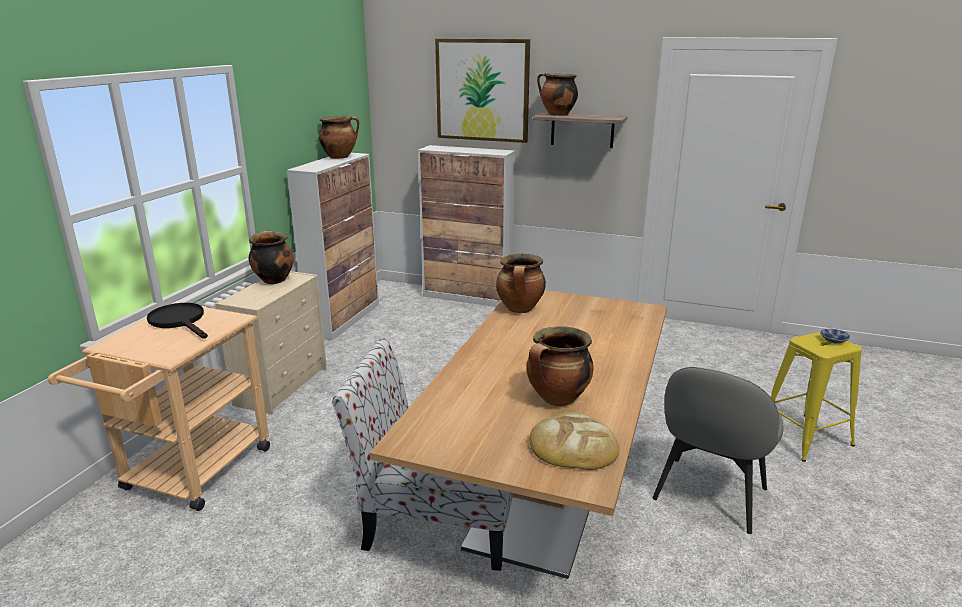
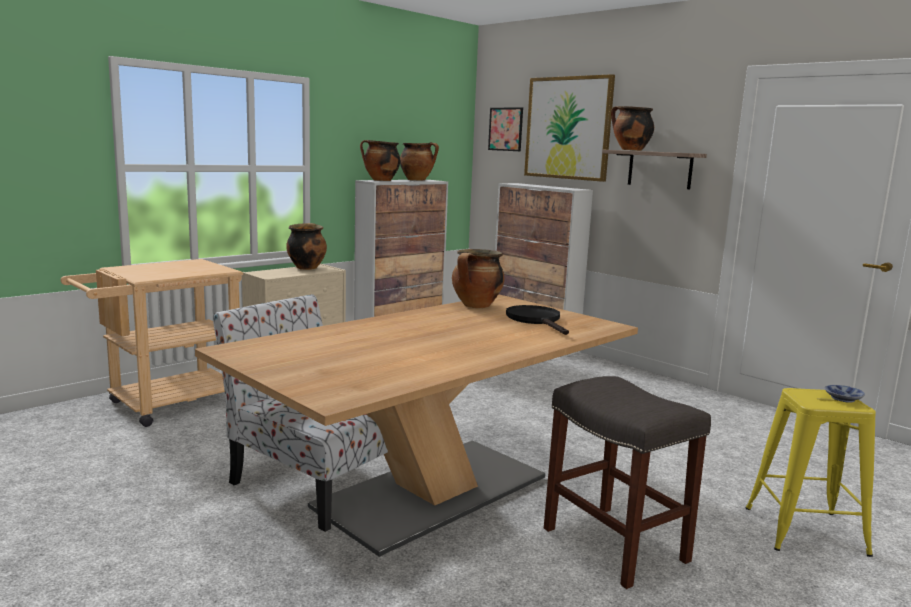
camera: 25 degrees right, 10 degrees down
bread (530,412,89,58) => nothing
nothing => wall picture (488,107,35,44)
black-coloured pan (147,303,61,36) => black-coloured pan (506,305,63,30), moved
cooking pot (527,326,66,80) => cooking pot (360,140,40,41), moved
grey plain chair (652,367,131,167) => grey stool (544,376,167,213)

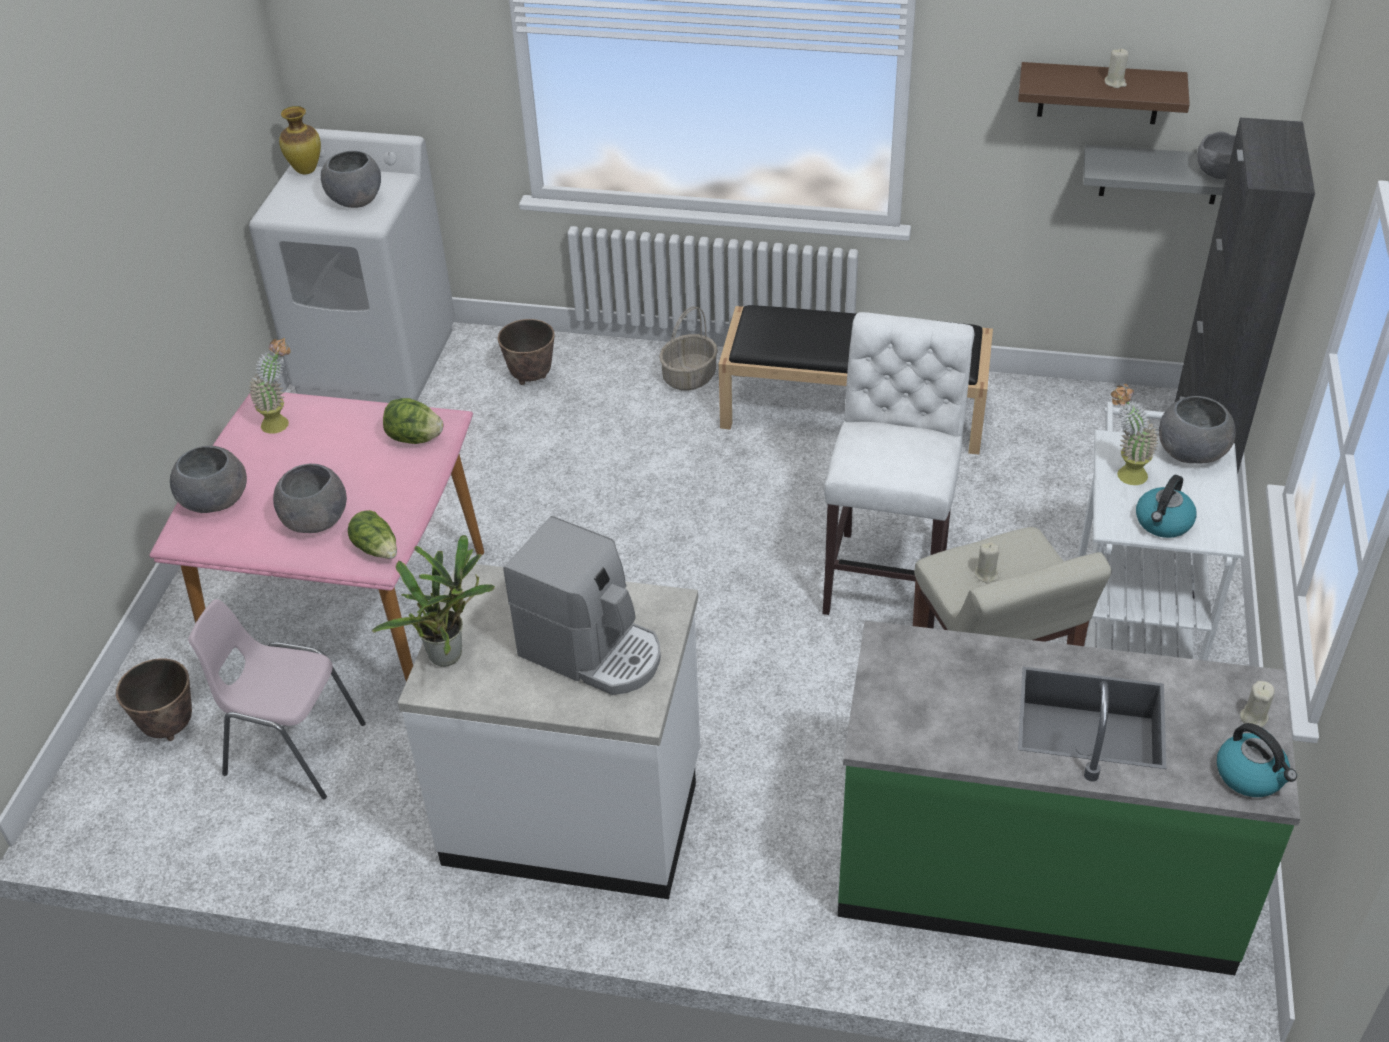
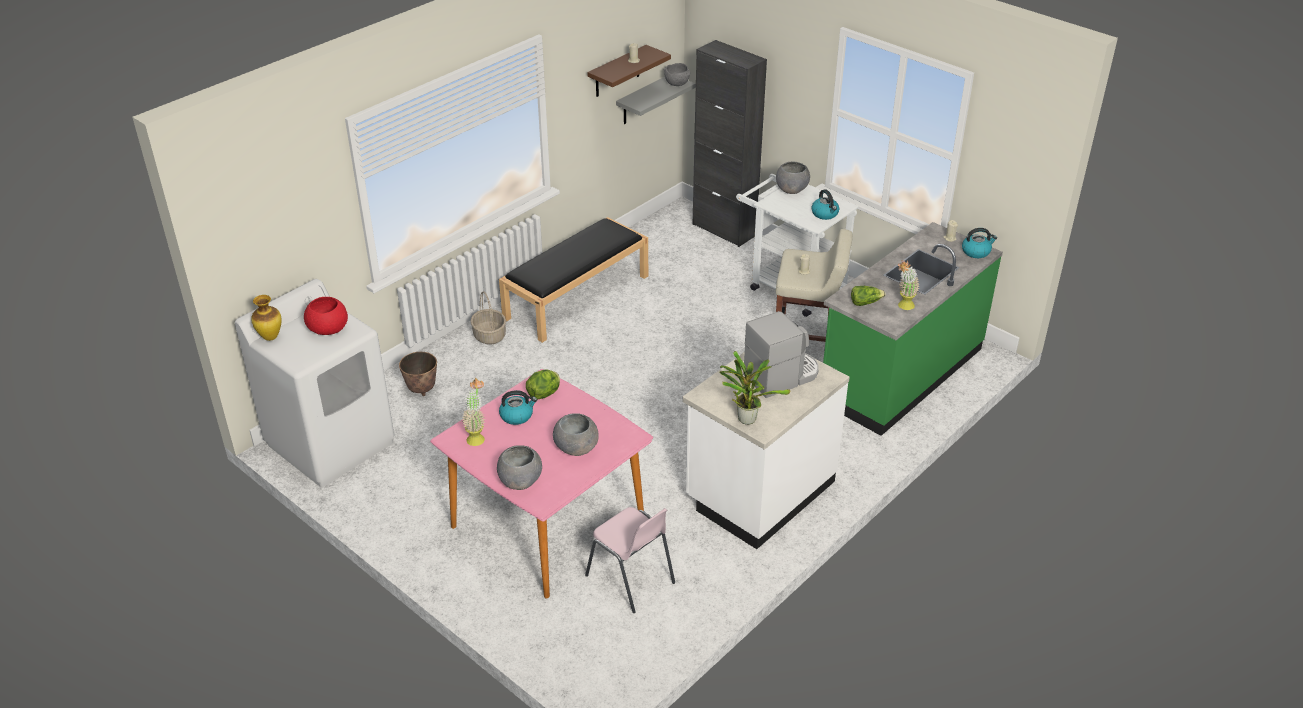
camera: 60 degrees left, 5 degrees down
flower pot (116,658,76,83) => nothing
whitish stool (822,312,152,316) => nothing
nothing => tea kettle (499,390,38,35)
head of lettuce (348,510,49,49) => head of lettuce (851,286,35,20), moved
potted plant (1111,384,47,101) => potted plant (898,260,22,50), moved
grey serving bowl (321,151,60,57) => red-coloured serving bowl (304,297,44,38)
pink-coloured plain chair (188,599,178,200) => pink-coloured plain chair (585,507,90,106), 90 degrees counterclockwise

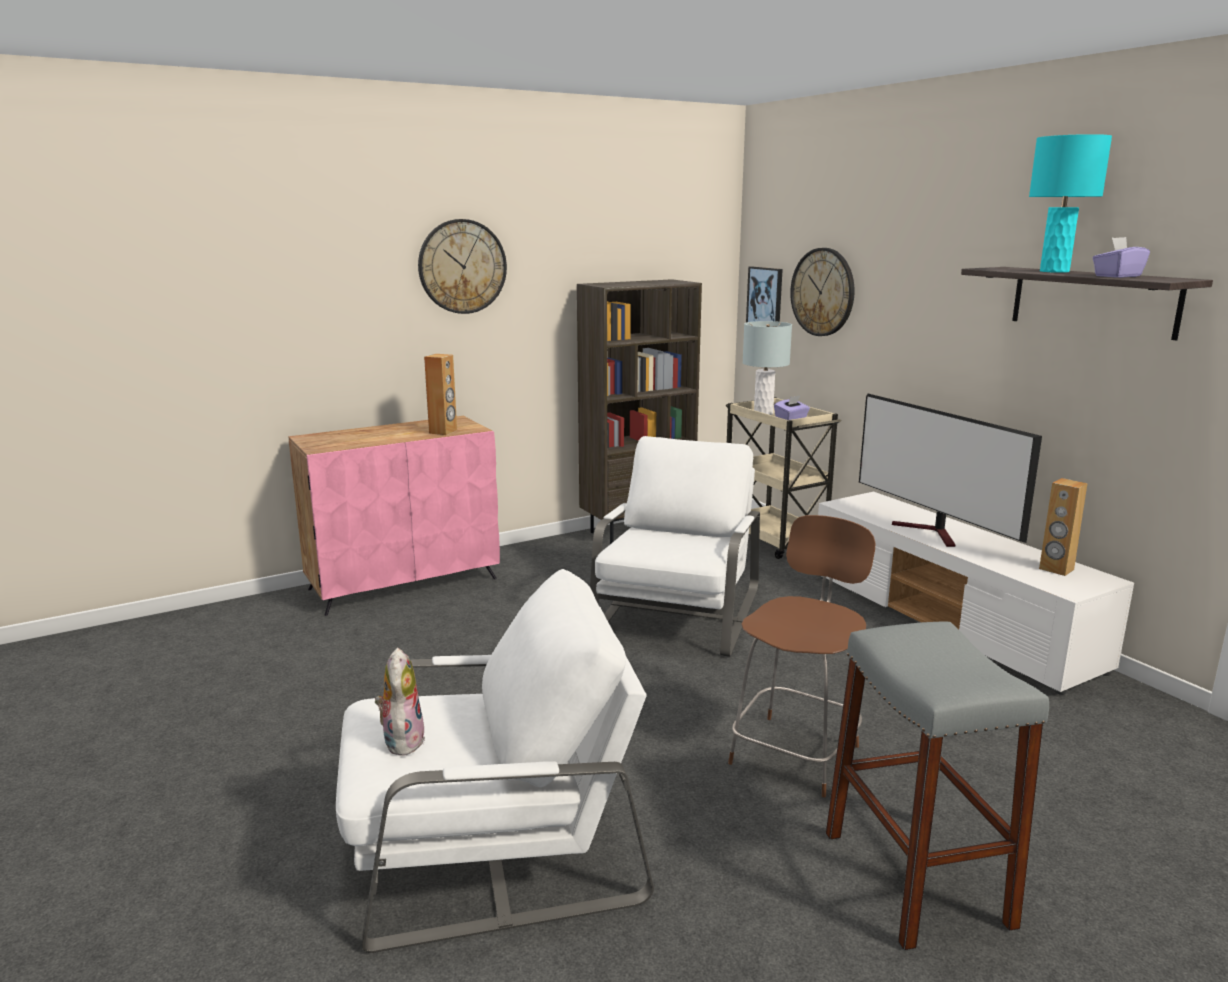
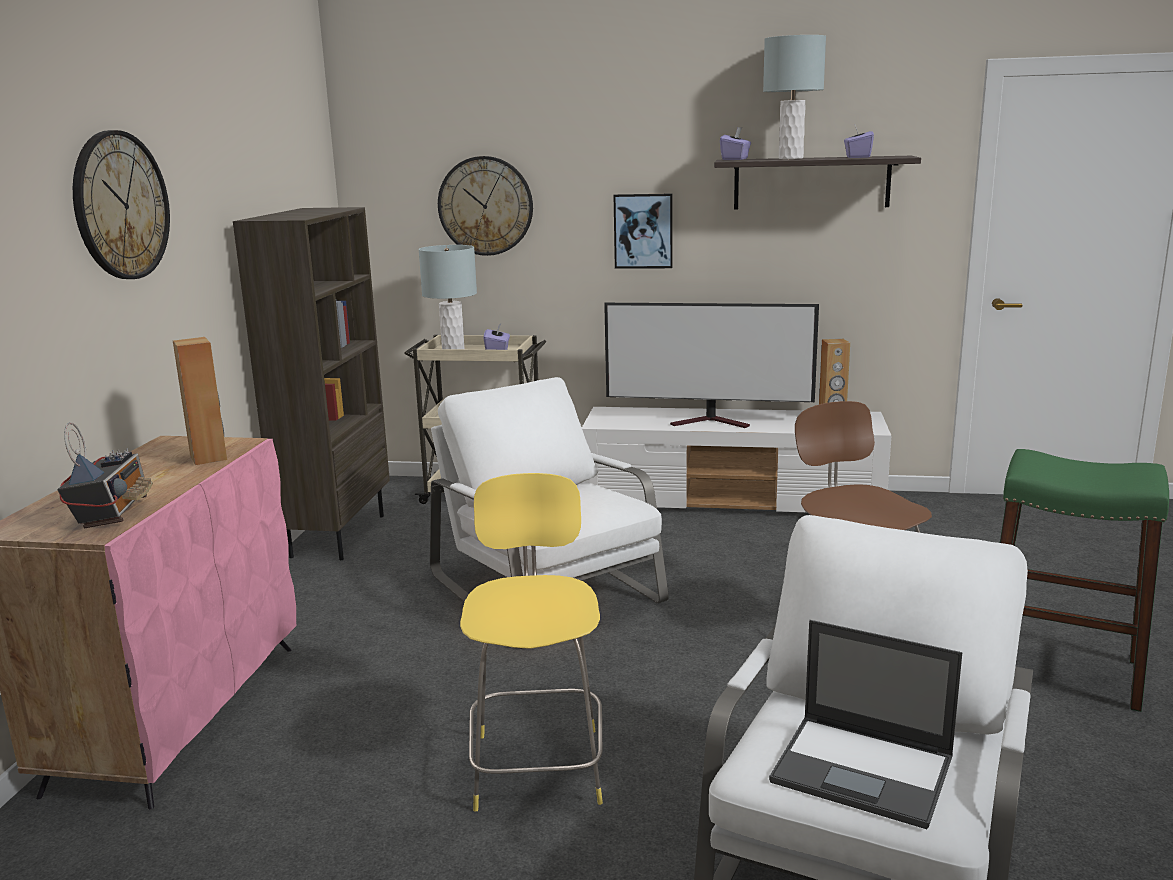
camera: 50 degrees left, 0 degrees up
nothing => radio receiver (58,422,95,106)
nothing => yellowish stool (460,473,143,339)
nothing => purple-coloured tissue box (720,127,31,33)
wall picture (746,267,37,55) => wall picture (614,193,59,76), moved
cuddly toy (375,648,50,108) => laptop (769,620,193,209)
grey stool (826,621,223,330) => green-coloured stool (1000,449,169,263)
blue-green tabletop lamp (1029,134,83,139) => grey tabletop lamp (763,35,63,124)

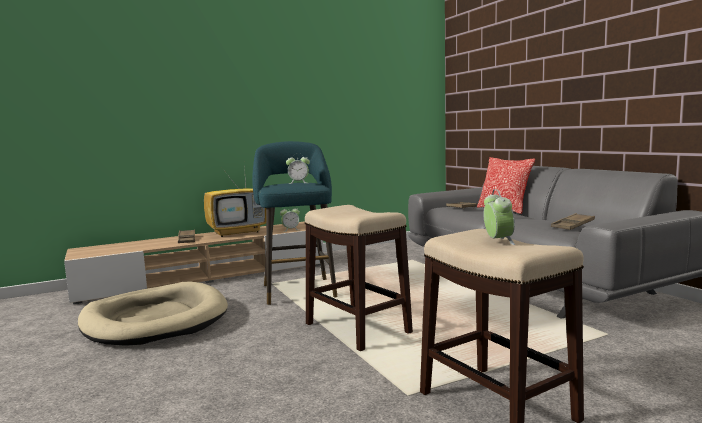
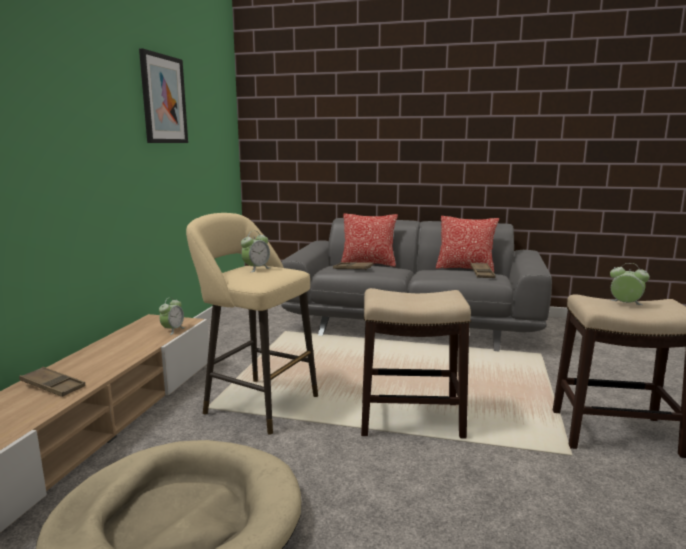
camera: 50 degrees left, 5 degrees up
TV set (204,166,62,71) => nothing
nothing => wall picture (139,48,49,95)
nothing => throw pillow (436,216,63,56)
blue-green stool (252,141,85,164) => beige-coloured stool (186,213,132,222)

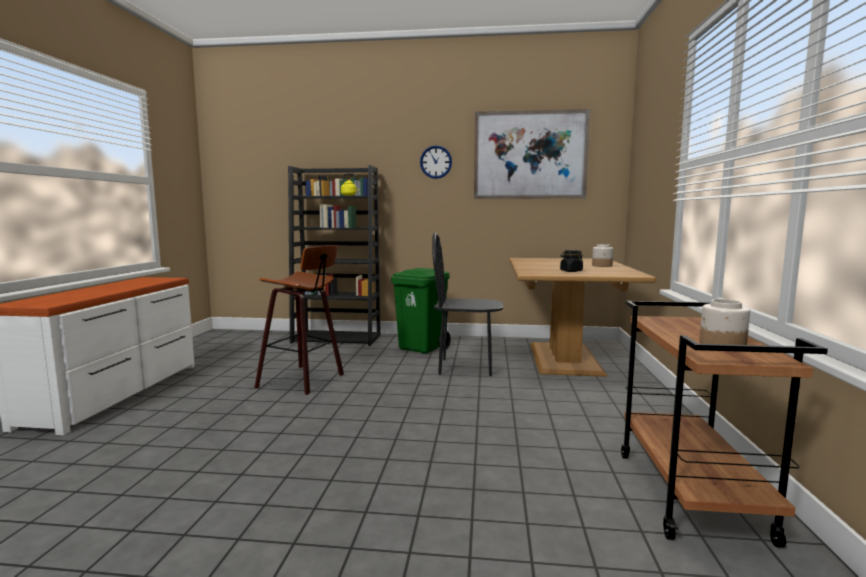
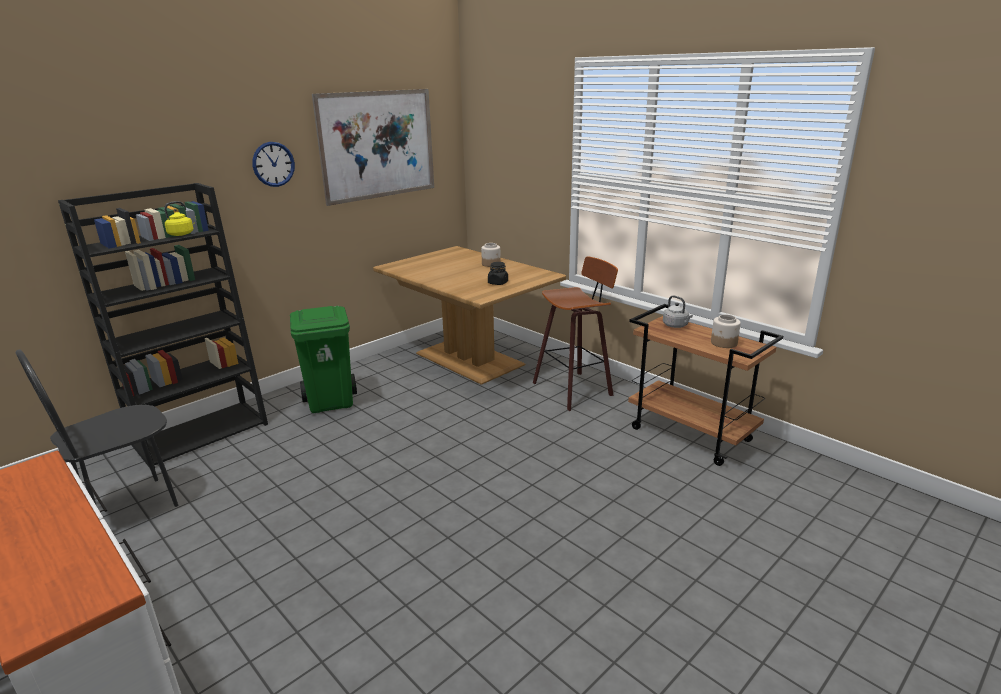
camera: 50 degrees left, 15 degrees up
nothing => grey tea kettle (663,295,30,33)
stool (255,245,89,150) => stool (533,256,85,155), moved
black-coloured plain chair (432,232,71,144) => black-coloured plain chair (15,350,163,157), moved

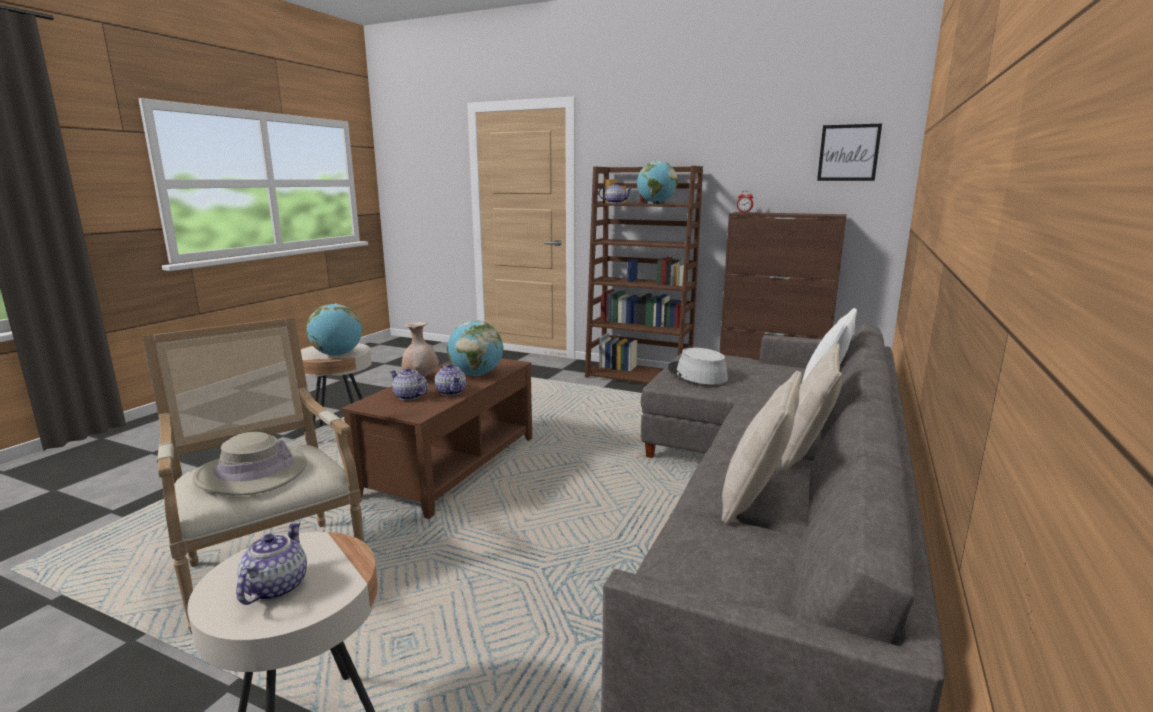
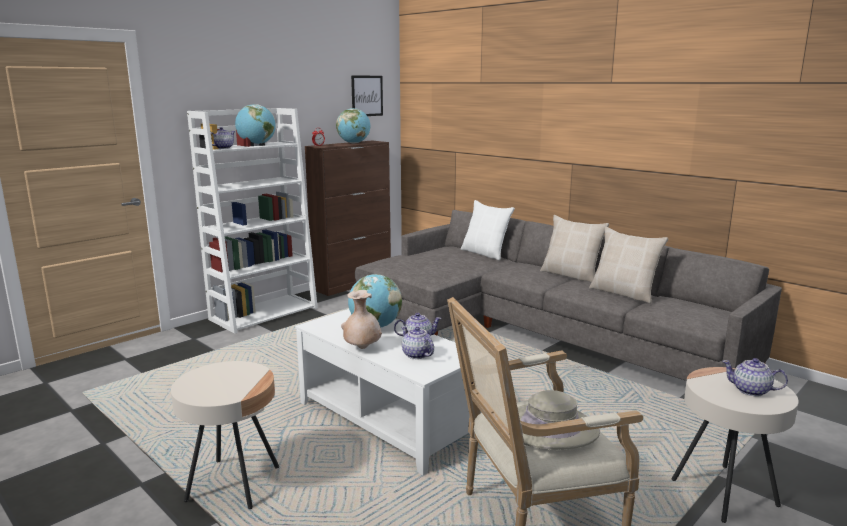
camera: 70 degrees left, 0 degrees up
grey hat (668,348,60,36) => nothing
globe (306,304,56,52) => globe (336,108,34,36), moved
brownish low table (342,358,190,161) => whitish low table (295,309,187,166)
brownish bookshelf (585,166,118,218) => whitish bookshelf (187,108,131,226)
teapot (390,367,39,33) => teapot (401,326,33,33), 90 degrees clockwise

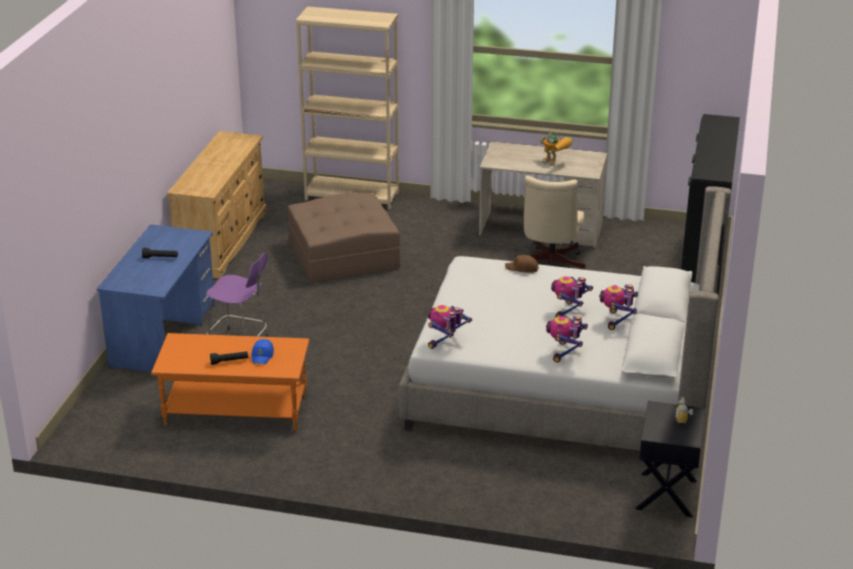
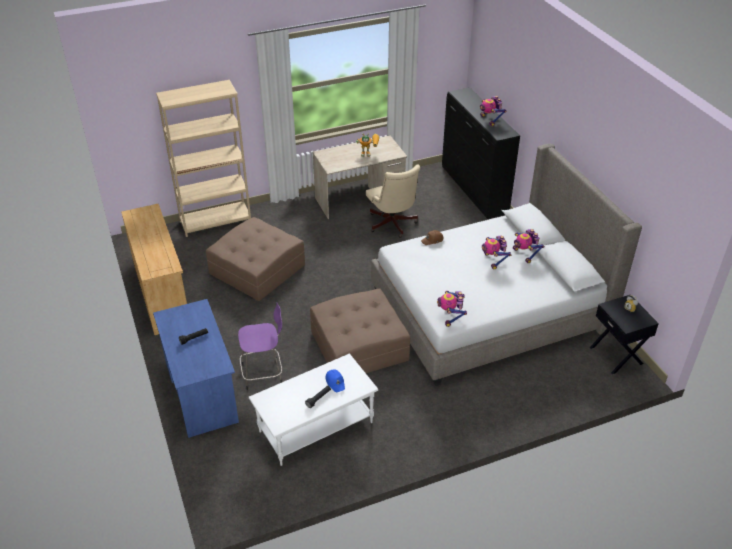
camera: 35 degrees left, 10 degrees up
nothing => brownish ottoman (310,289,100,84)
robot figure (546,316,42,46) => robot figure (480,96,26,30), moved
orangey low table (151,333,158,98) => whitish low table (249,353,129,113)

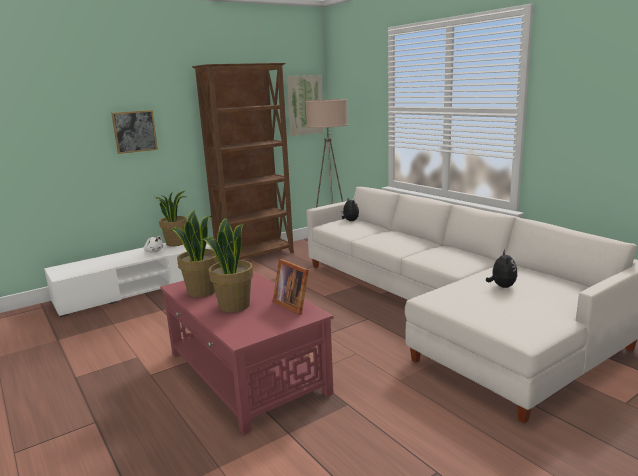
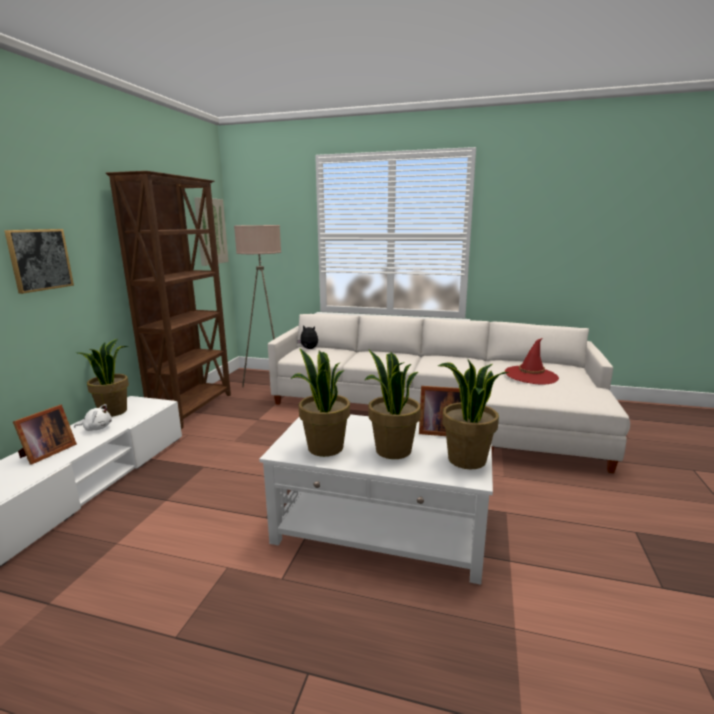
camera: 40 degrees left, 0 degrees up
nothing => photo frame (13,405,64,60)
nothing => potted plant (437,358,72,111)
cuddly toy (486,250,31,38) => red-coloured hat (505,338,54,46)
red-coloured low table (160,271,174,164) => whitish low table (259,414,234,171)

